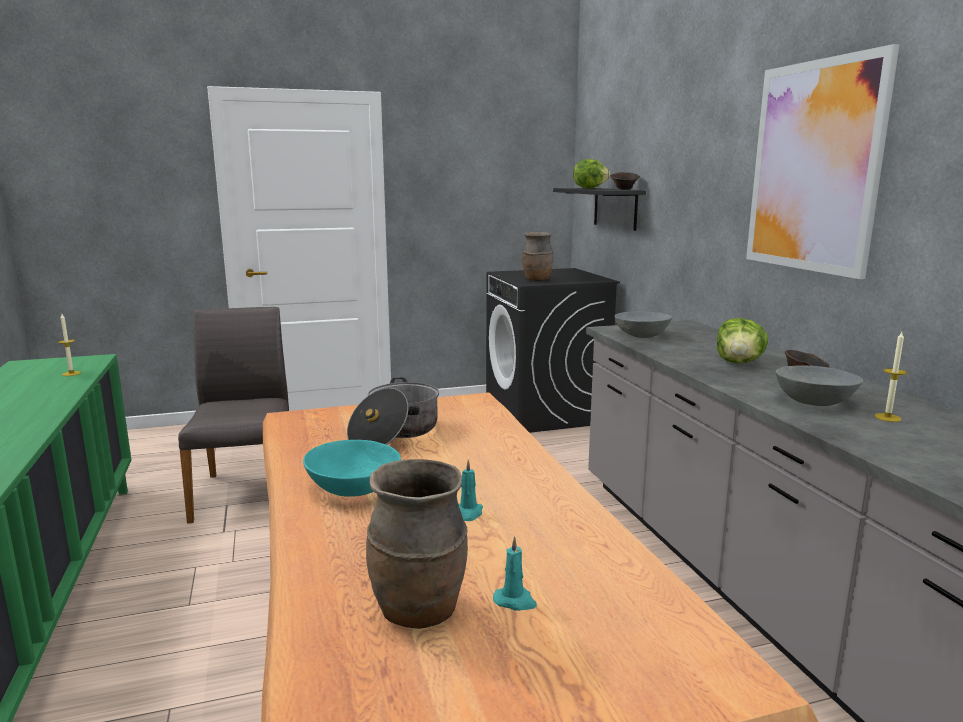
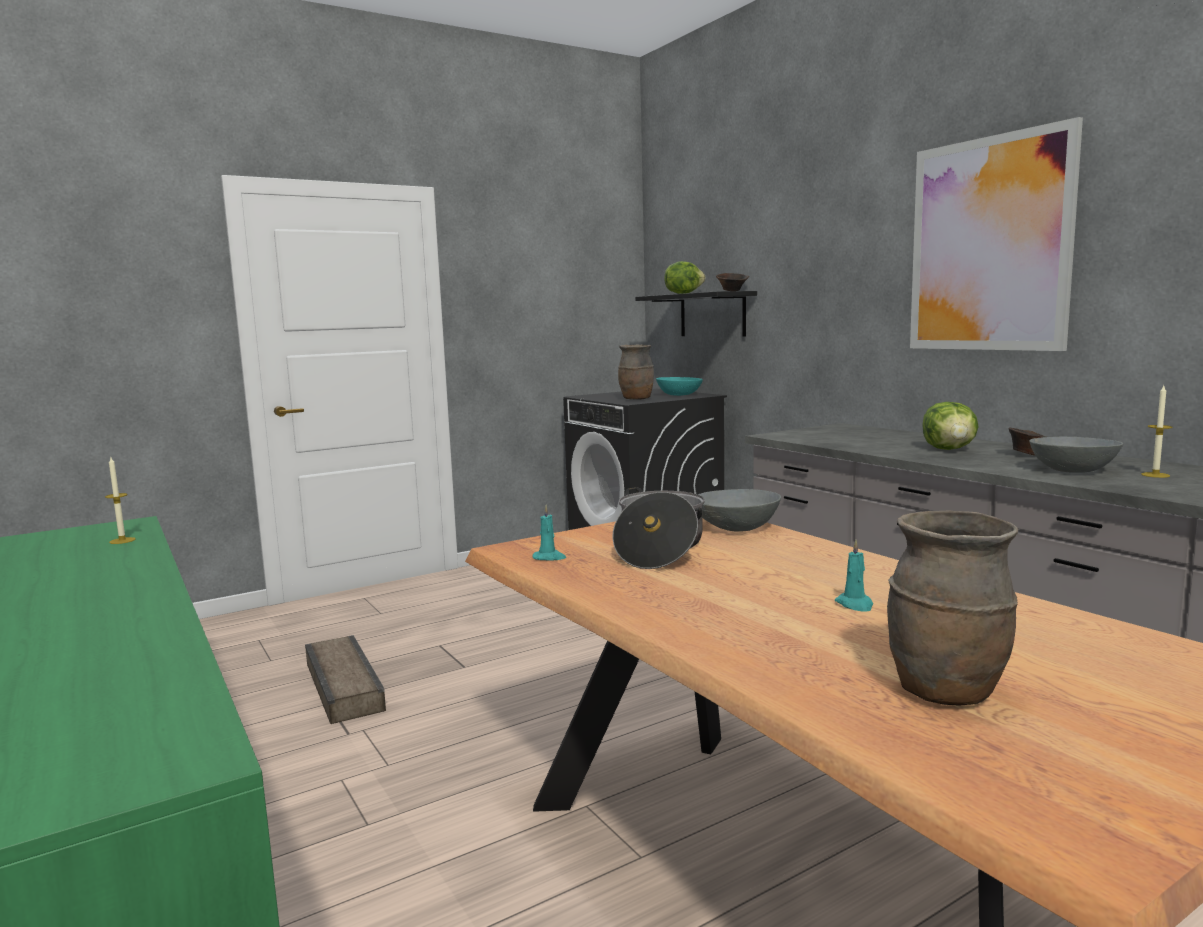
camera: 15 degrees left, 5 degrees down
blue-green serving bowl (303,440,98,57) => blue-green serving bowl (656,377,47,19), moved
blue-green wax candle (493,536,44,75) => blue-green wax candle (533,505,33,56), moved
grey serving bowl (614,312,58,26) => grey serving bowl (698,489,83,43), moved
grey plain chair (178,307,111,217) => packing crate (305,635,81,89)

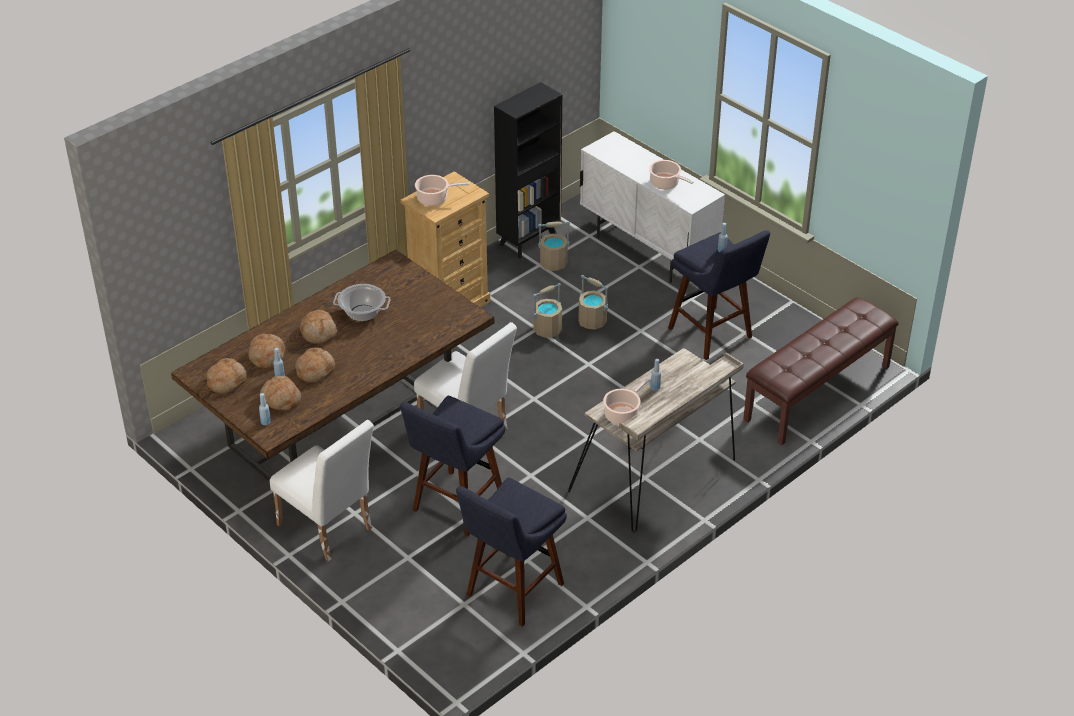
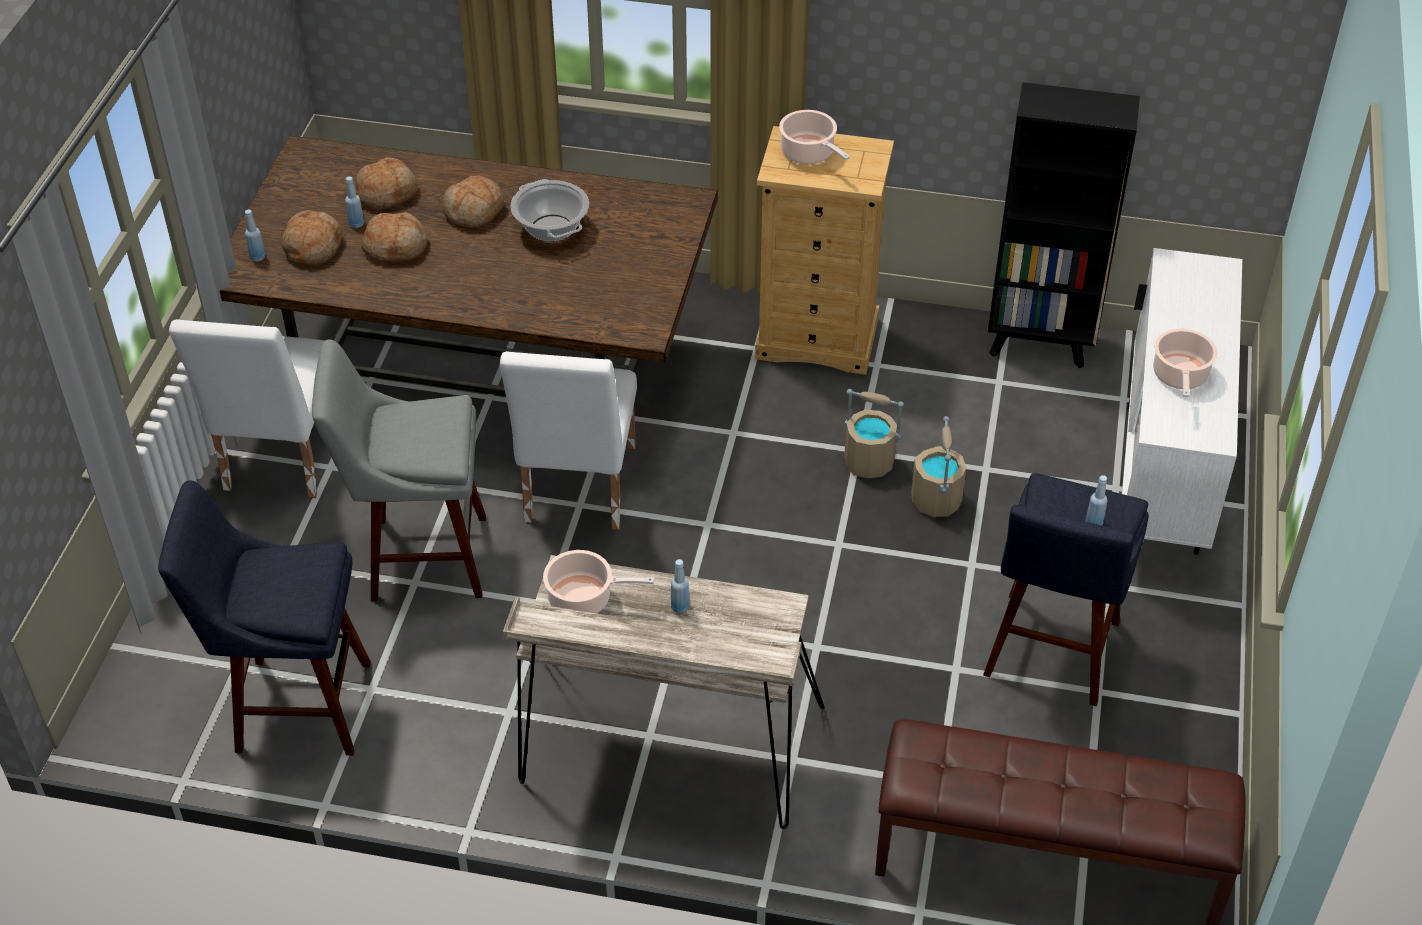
camera: 55 degrees right, 5 degrees up
bread (206,358,41,35) => nothing
beige-coloured water bucket (538,221,32,50) => nothing
blue stool (400,396,106,141) => grey stool (312,340,174,262)

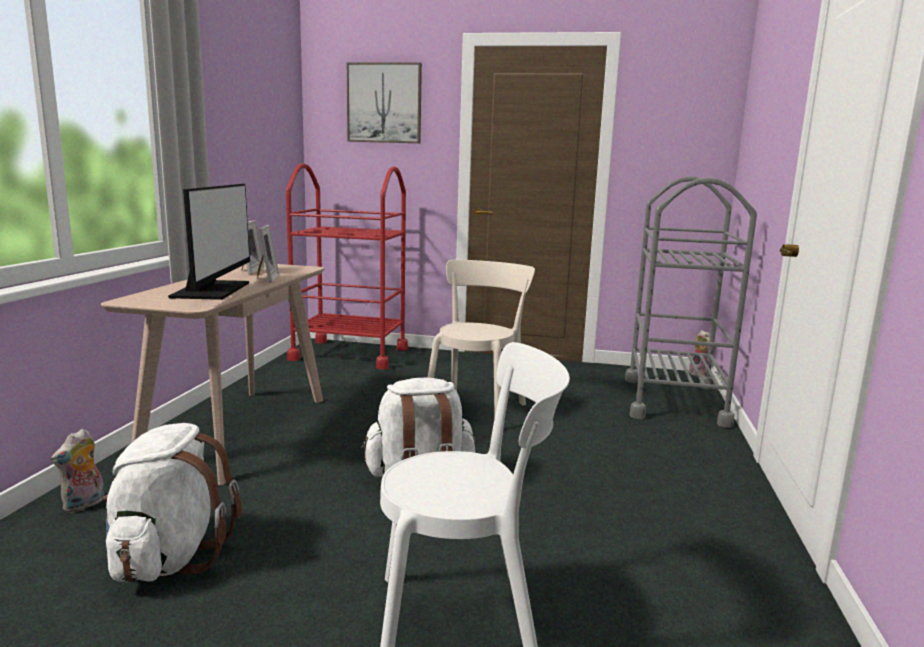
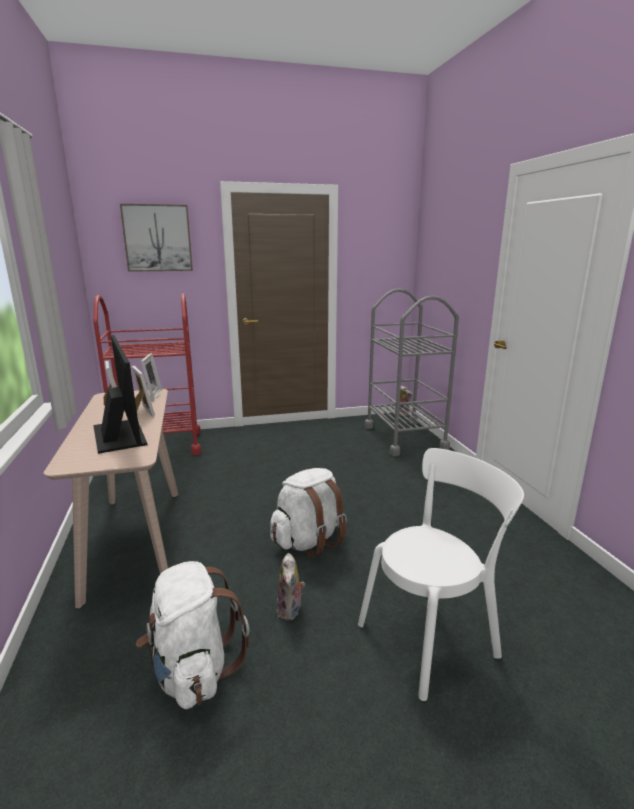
camera: 25 degrees left, 5 degrees up
beige-coloured plain chair (427,260,108,154) => nothing
nothing => photo frame (141,353,21,47)
cuddly toy (51,429,54,84) => cuddly toy (277,553,28,68), moved

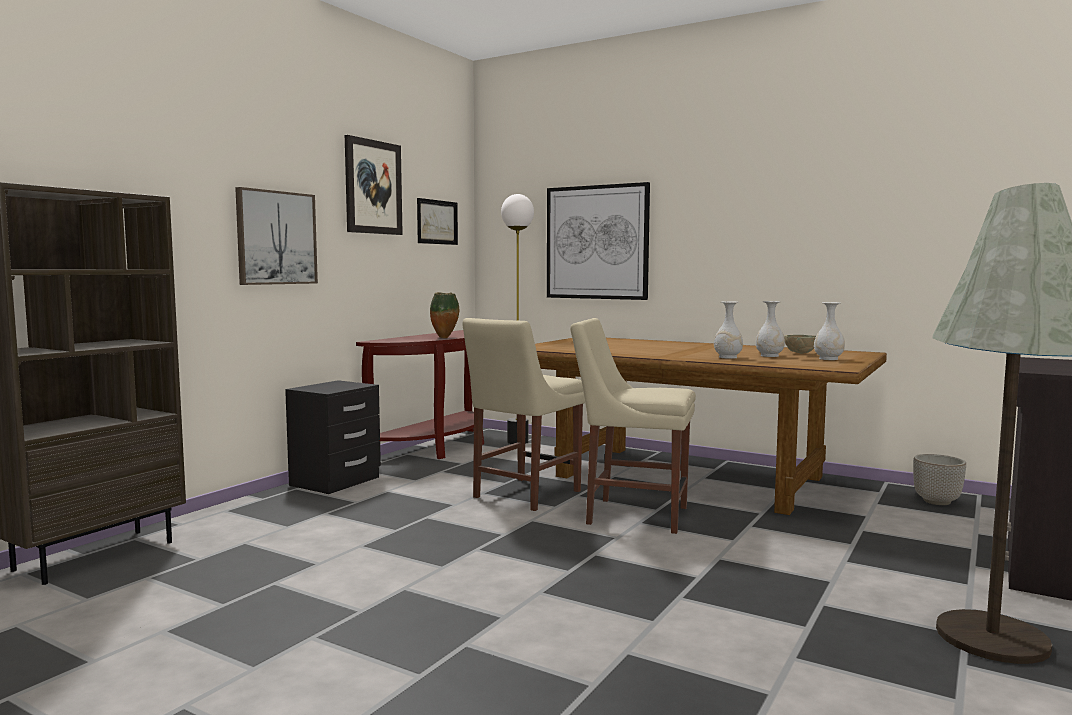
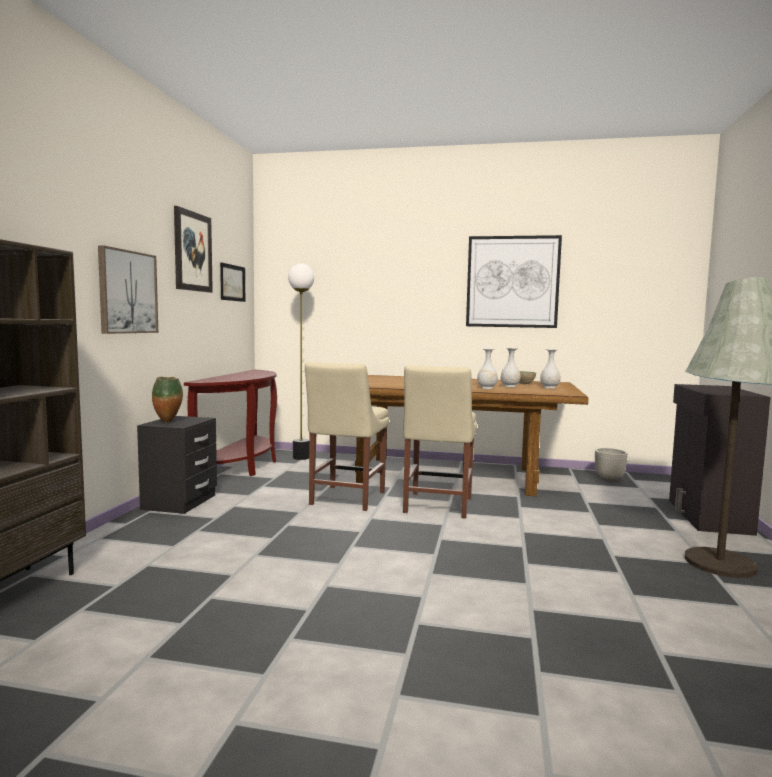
camera: 20 degrees left, 0 degrees up
flower vase (430,292,29,46) => flower vase (152,377,31,45), moved
wall picture (547,182,103,118) => wall picture (466,235,96,93), moved
beige-coloured plain chair (570,318,126,216) => beige-coloured plain chair (403,365,74,154), 75 degrees counterclockwise

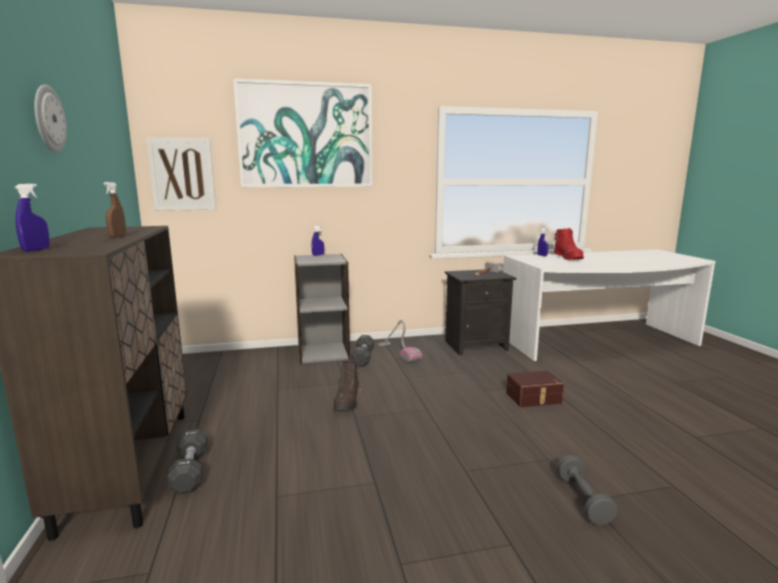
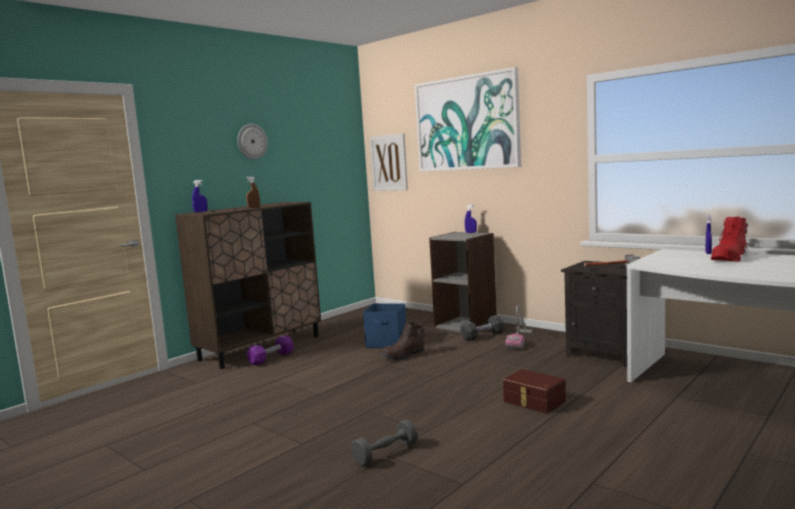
camera: 55 degrees right, 5 degrees down
nothing => blue storage box (363,303,43,45)
black-coloured dumbbell (167,429,41,65) => purple-coloured dumbbell (247,335,47,31)

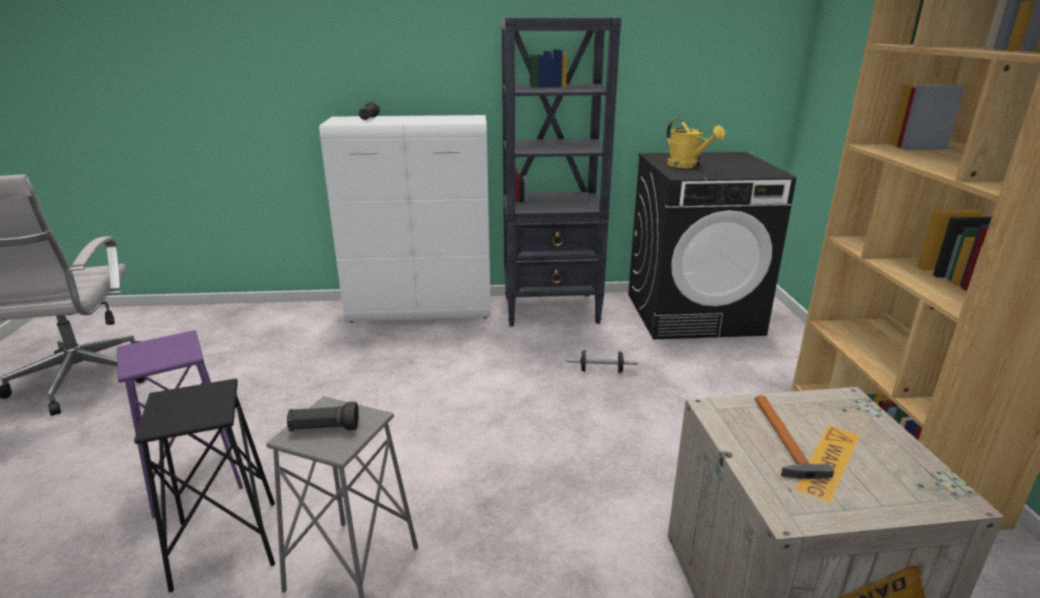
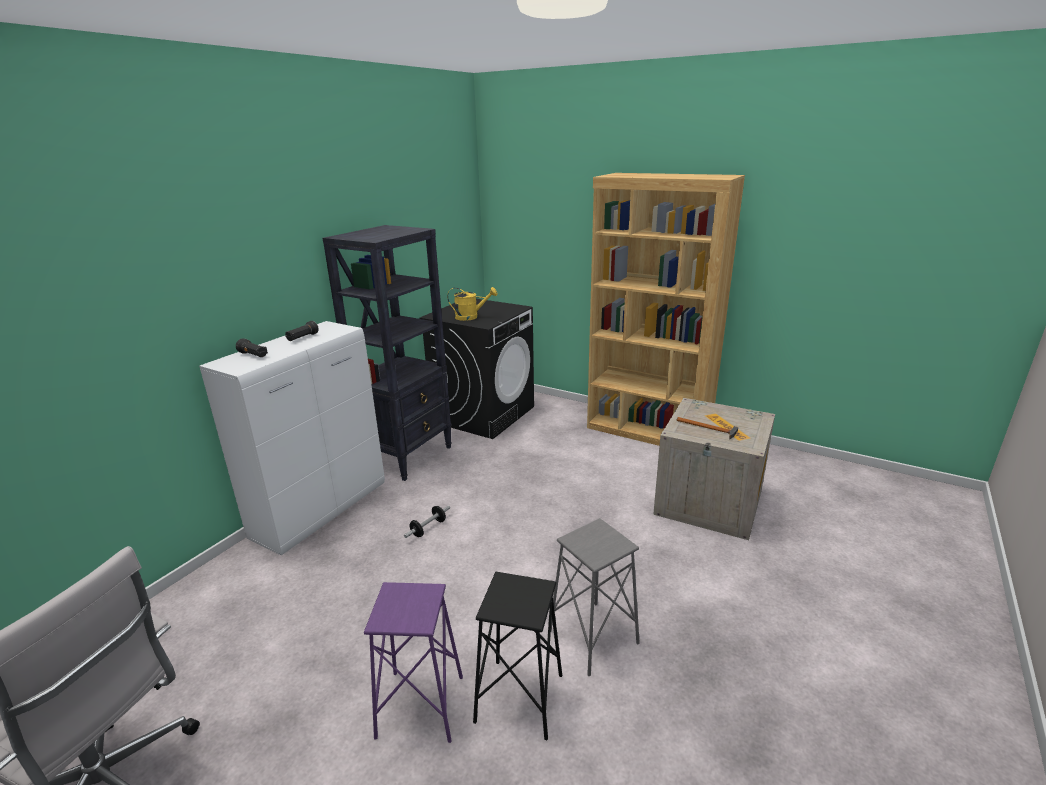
camera: 55 degrees left, 0 degrees up
black-coloured flashlight (287,402,72,29) => black-coloured flashlight (285,321,34,20), moved
dumbbell (566,350,72,23) => dumbbell (404,505,46,33), moved

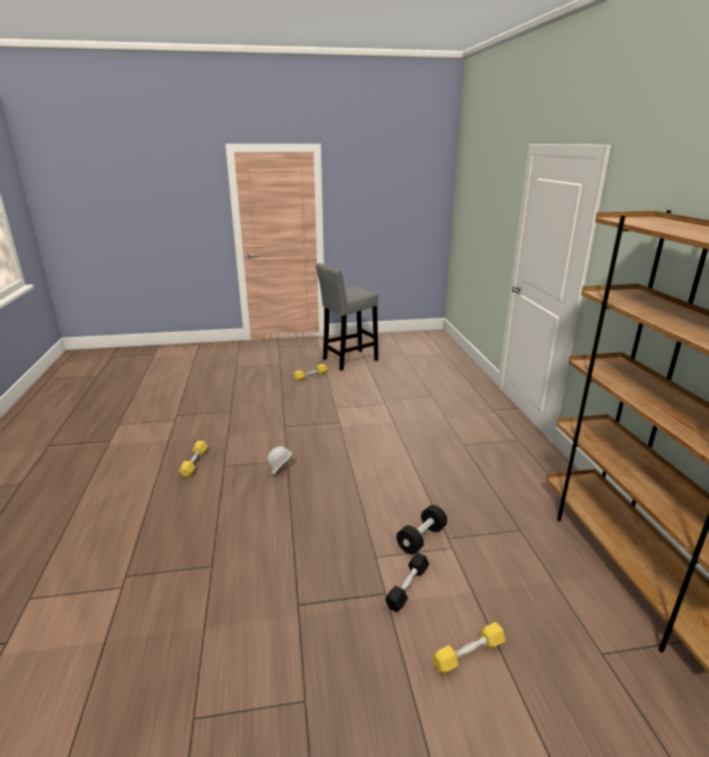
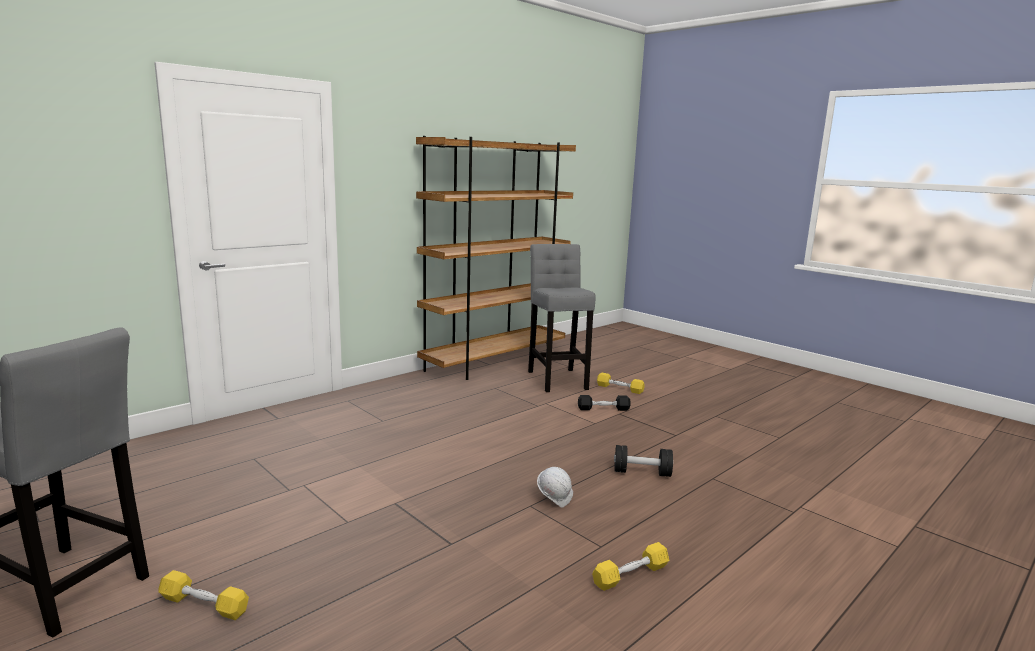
camera: 125 degrees left, 10 degrees down
nothing => grey stool (528,244,68,148)
black-coloured dumbbell (396,505,51,49) => black-coloured dumbbell (614,445,59,32), moved

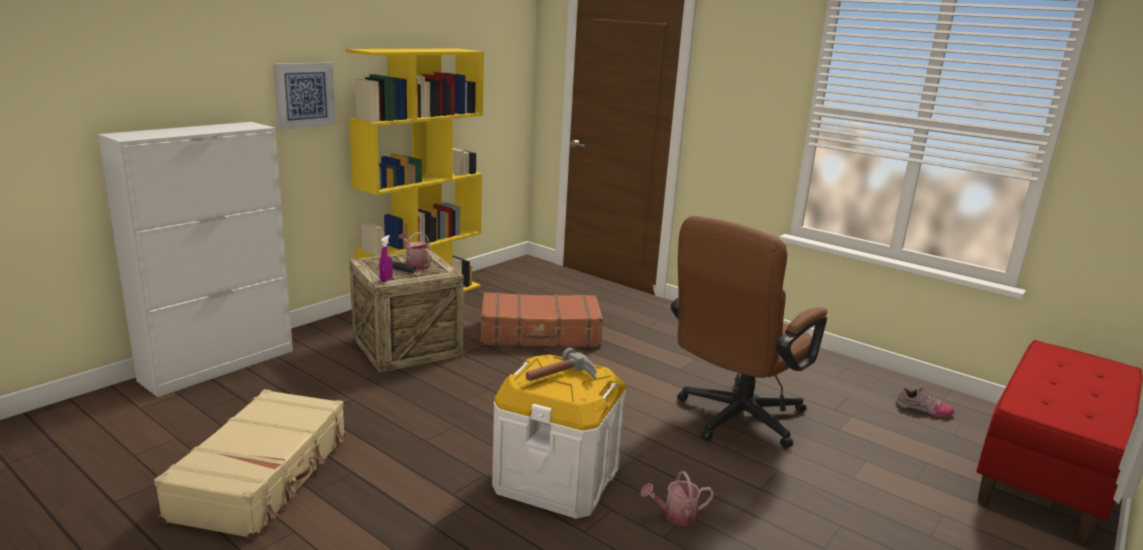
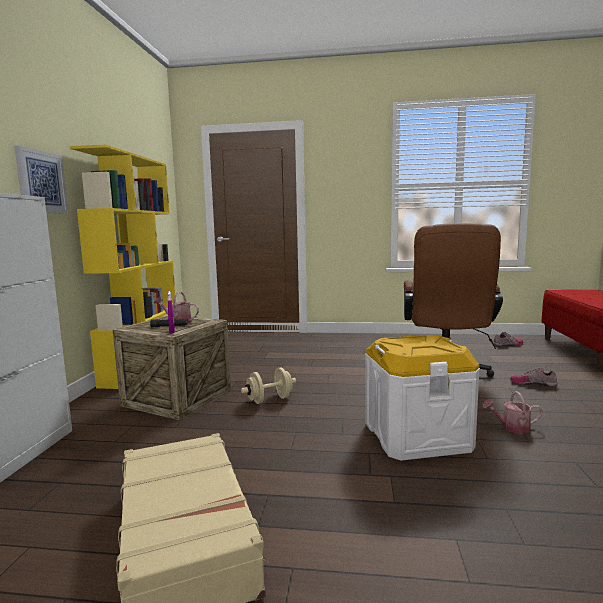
camera: 30 degrees left, 10 degrees down
brownish piece of luggage (480,292,123,55) => nothing
hammer (526,348,71,33) => nothing
nothing => beige-coloured dumbbell (241,368,55,36)
nothing => low shoe (510,368,48,19)
watering can (641,471,73,55) => watering can (483,391,60,43), 45 degrees clockwise

